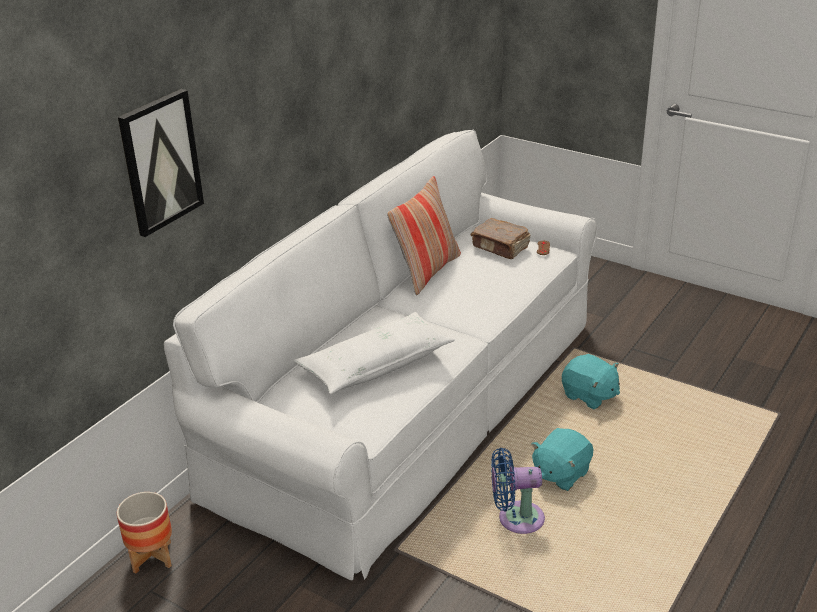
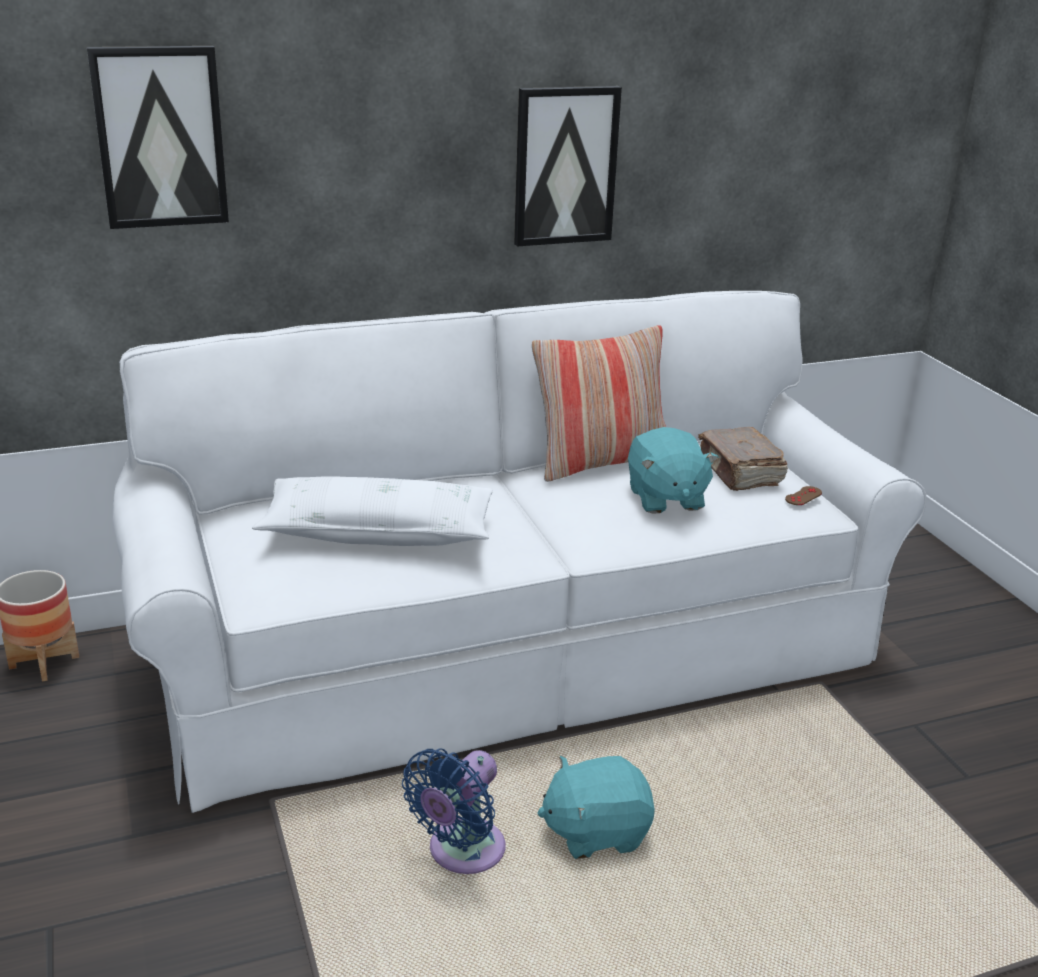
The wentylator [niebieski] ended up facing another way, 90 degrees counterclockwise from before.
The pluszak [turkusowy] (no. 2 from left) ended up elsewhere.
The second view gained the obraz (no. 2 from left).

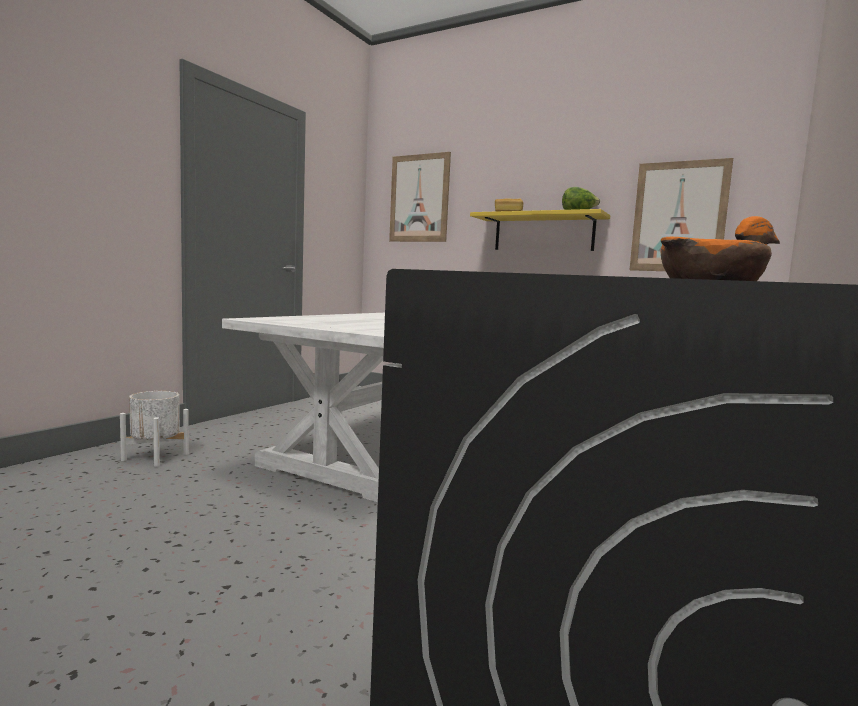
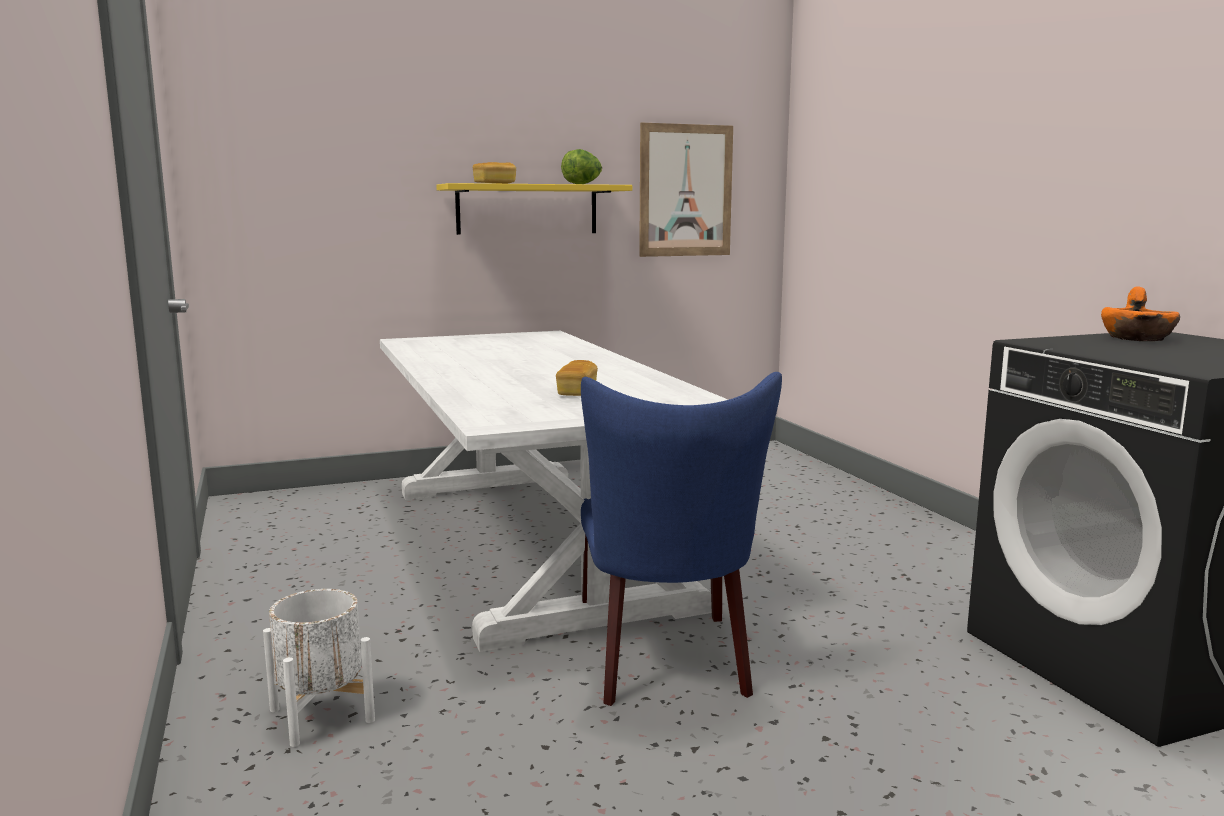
The second view lost the obraz (no. 1 from left).
The second view gained the chleb (no. 2 from left).
The second view gained the krzesło [niebieski].

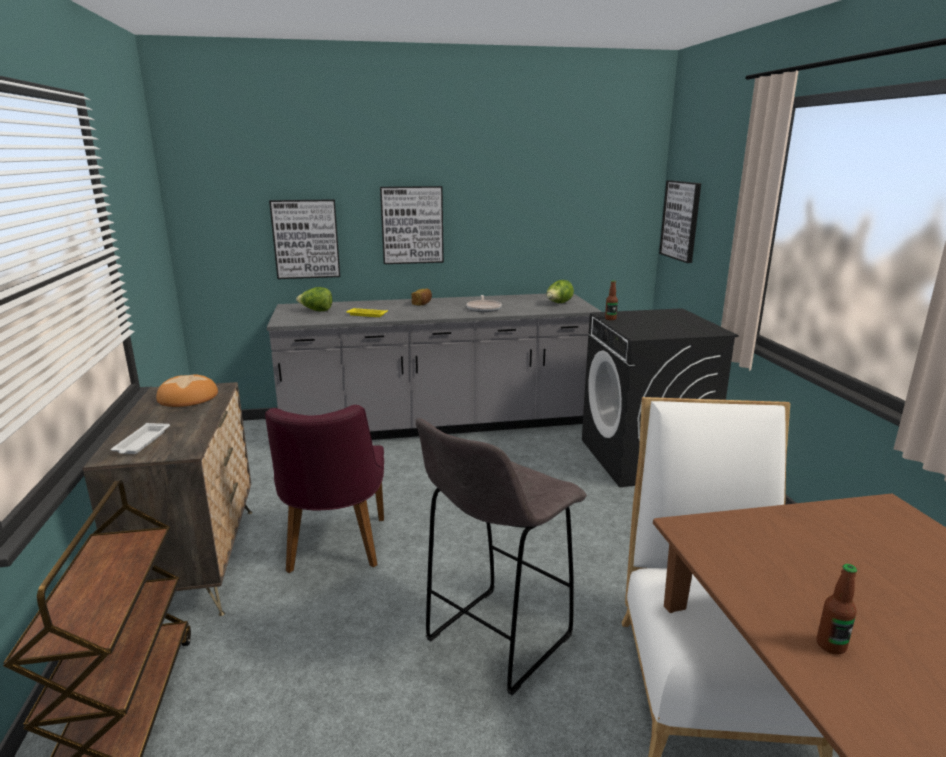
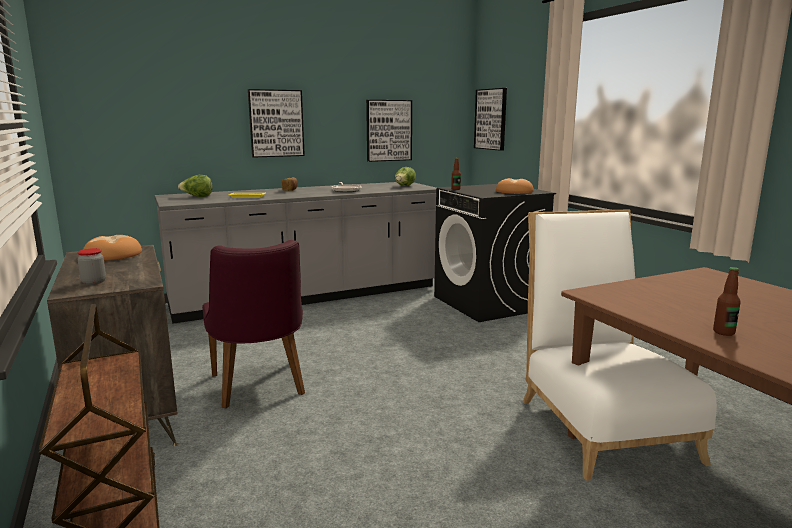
Where the taca [biały] stood, the słoik came to stand.
The obraz (no. 1 from left in the first image) ended up elsewhere.
The second view lost the stołek [szary].
The second view gained the chleb (no. 3 from left).

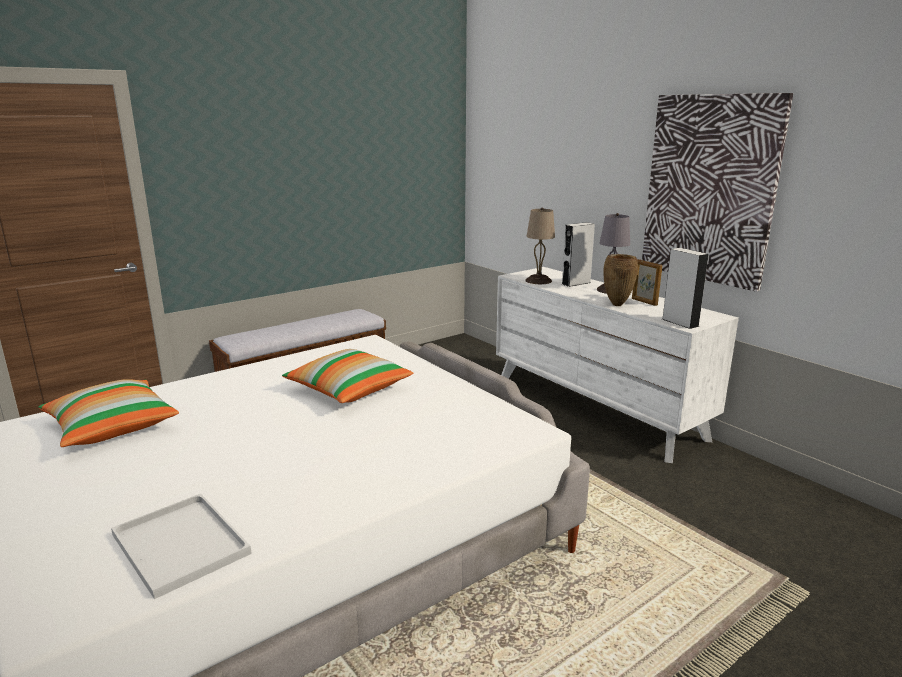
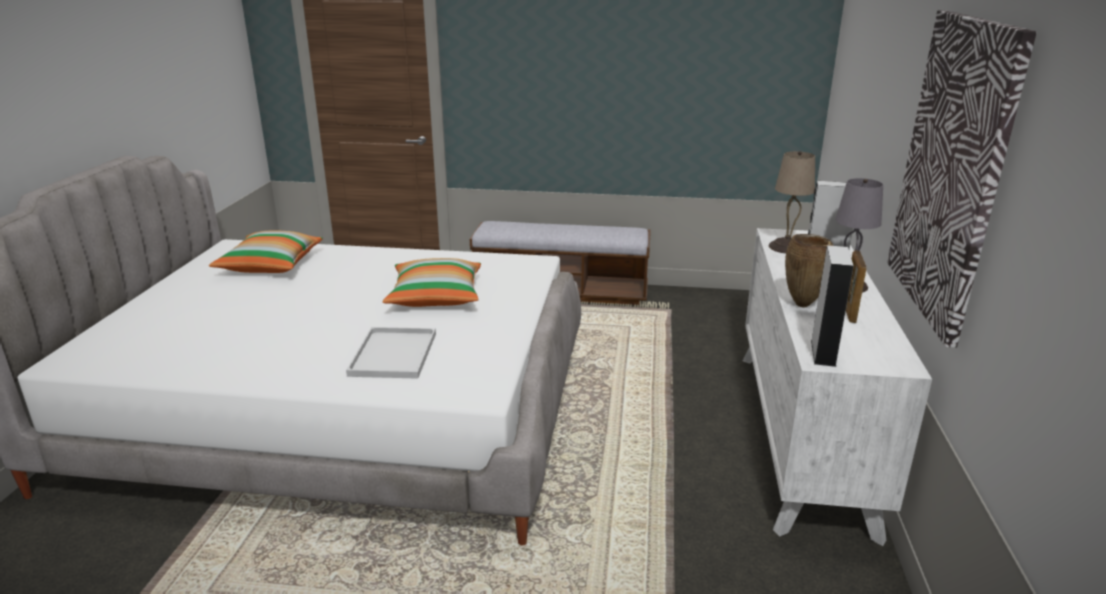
The taca [biały] ended up elsewhere.

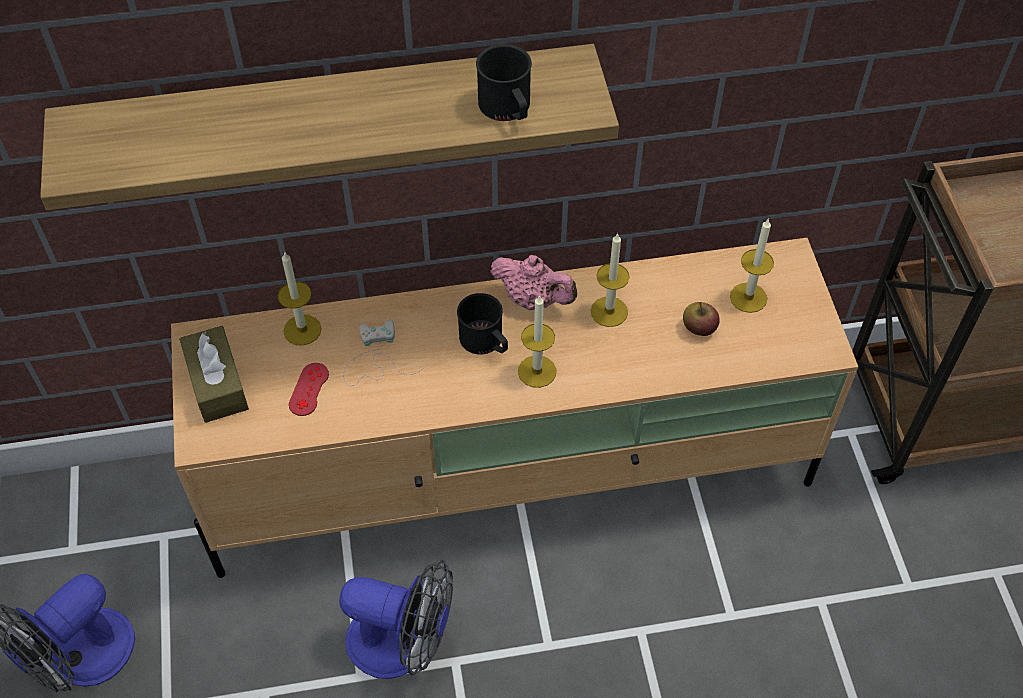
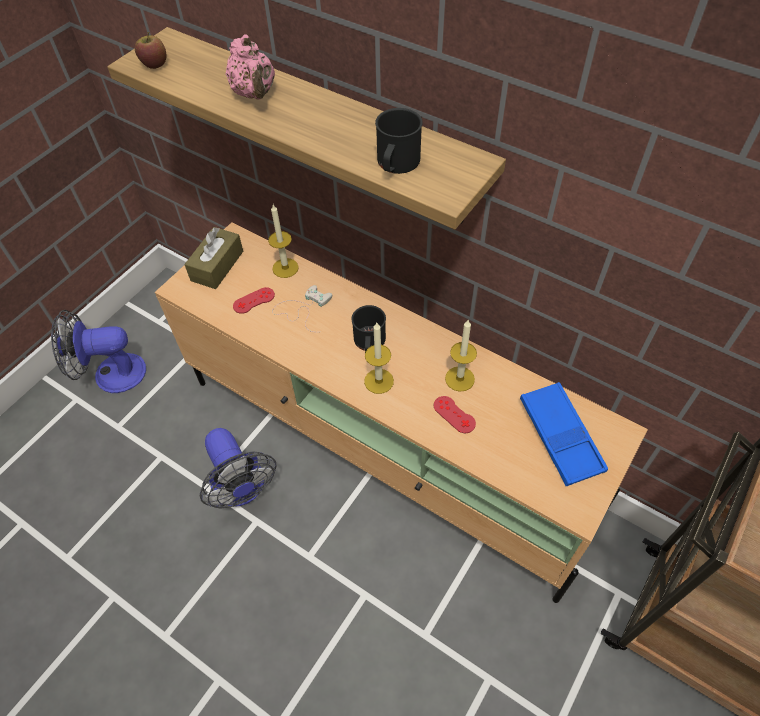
The imbryk [różowy] ended up elsewhere.
The jabłko ended up elsewhere.
Where the świeca (no. 4 from left) stood, the taca [niebieski] came to stand.
The second view gained the pad do gier [czerwony] (no. 2 from left).

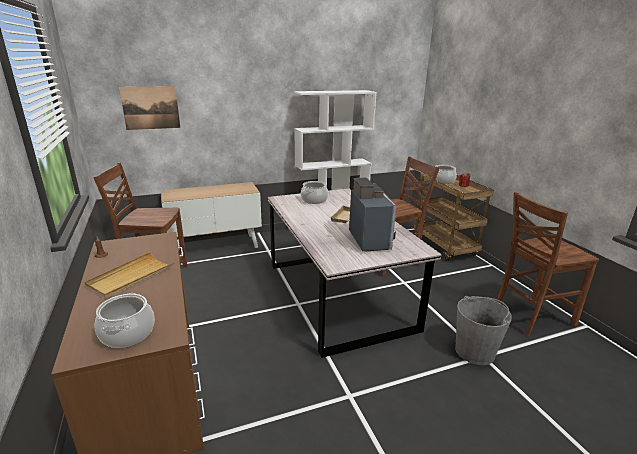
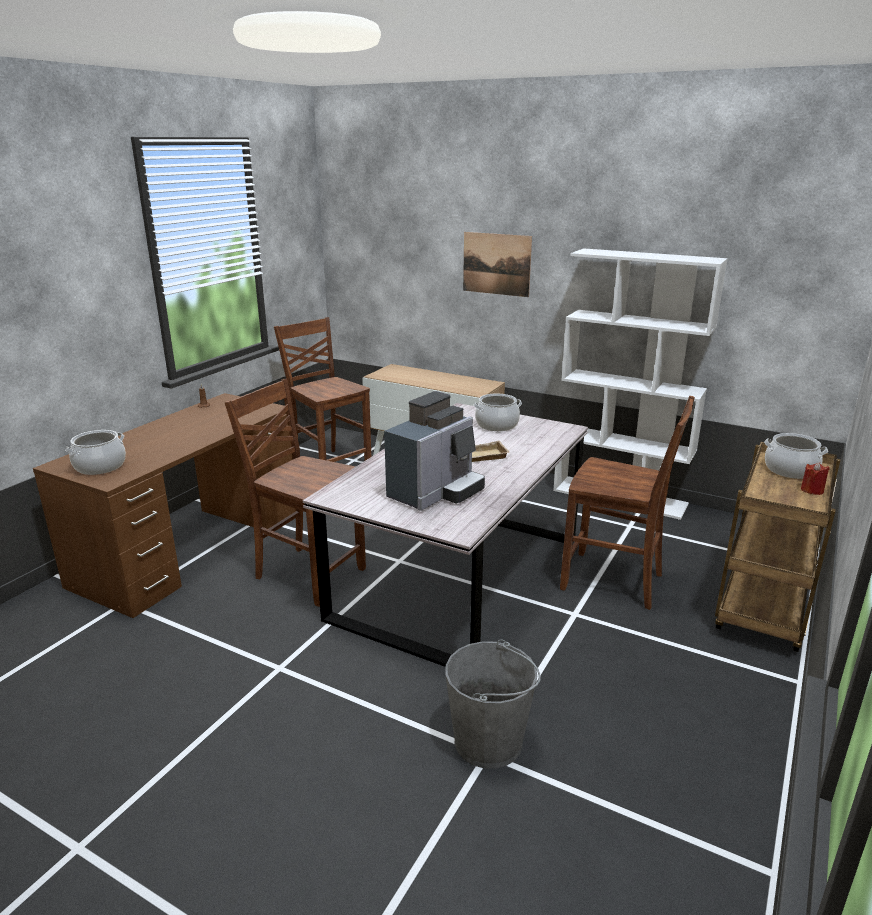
The second view lost the taca [beżowy] (no. 1 from left).
The obraz ended up elsewhere.
The krzesło [brązowy] (no. 3 from left in the first image) ended up elsewhere.

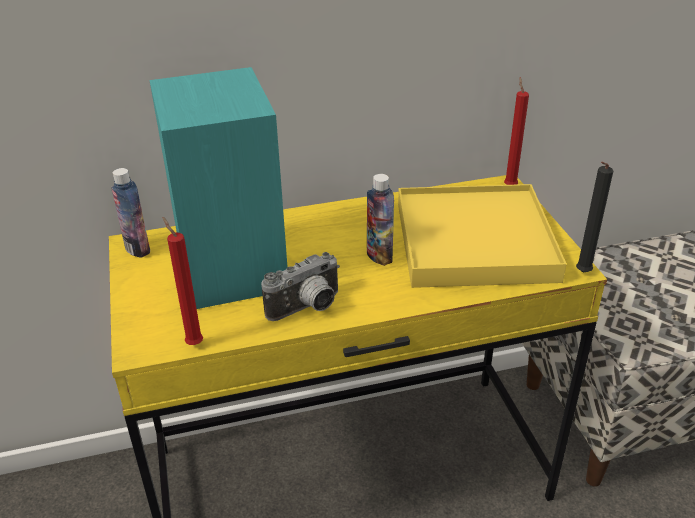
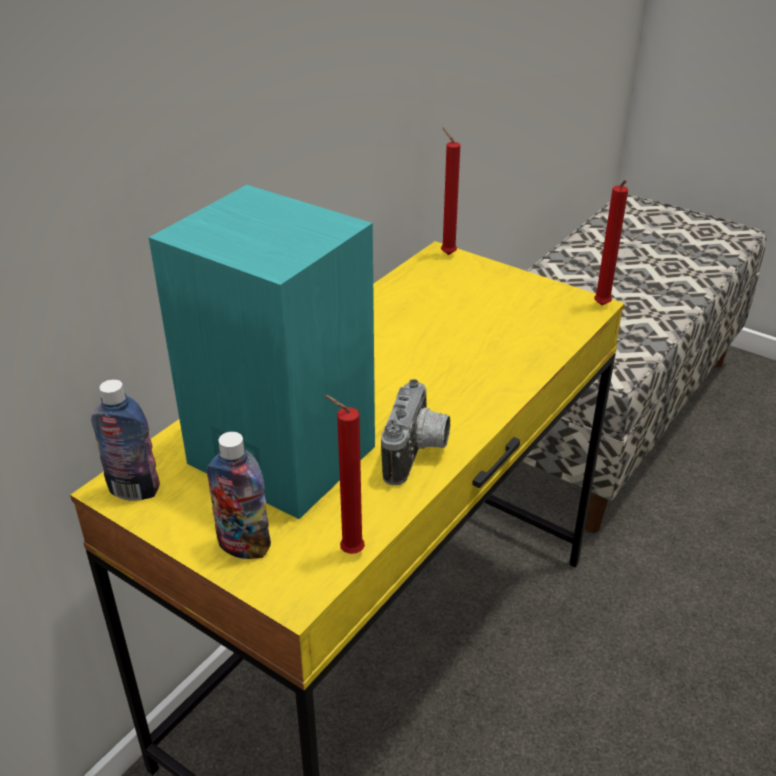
The butelka (no. 2 from left) ended up elsewhere.
The second view lost the taca [żółty].
What was the świeca [czarny] turned into the świeca [czerwony] (no. 3 from left).

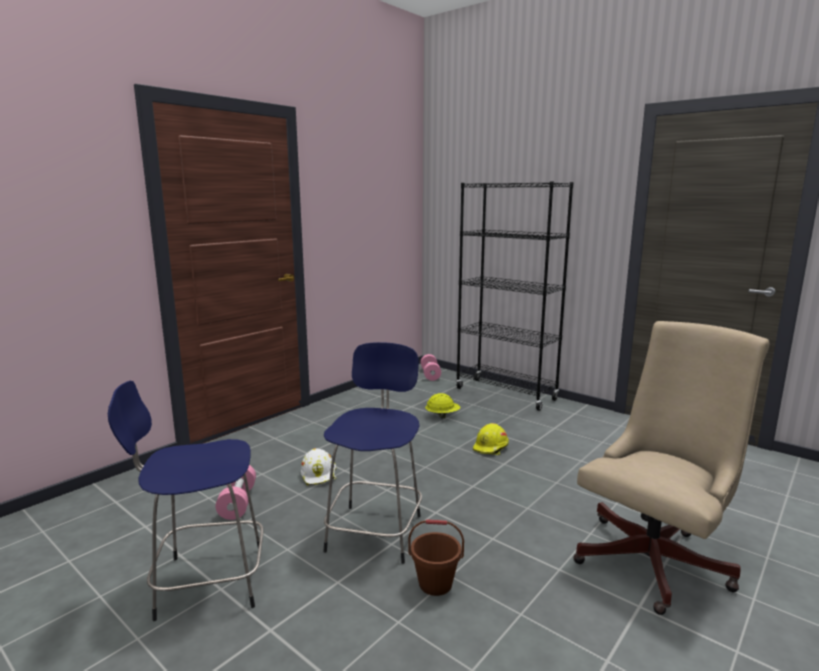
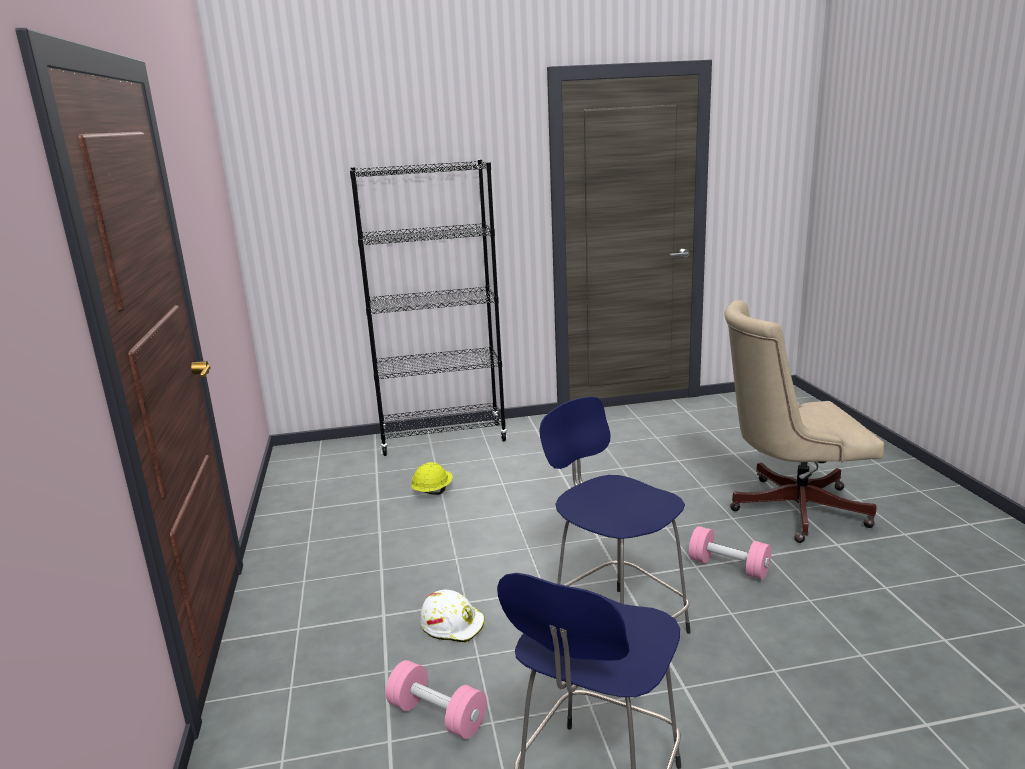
The second view lost the wiadro [brązowy].
The hantel [różowy] (no. 2 from left) ended up elsewhere.
The second view lost the kask [żółty] (no. 2 from left).
The krzesło biurowe [beżowy] ended up facing another way, 90 degrees counterclockwise from before.

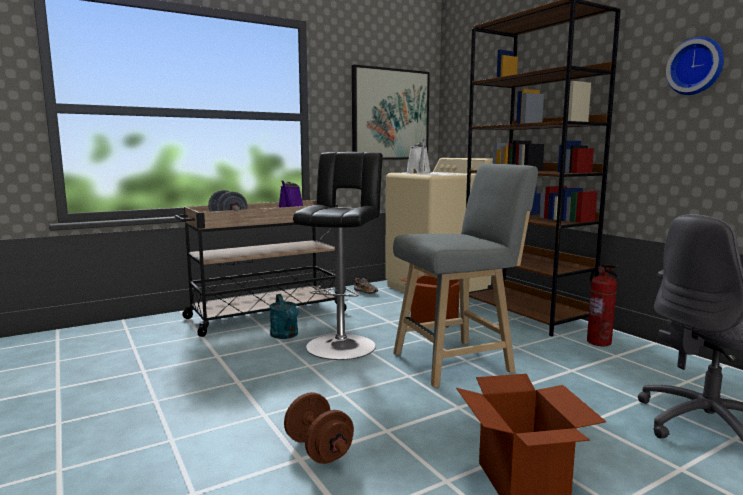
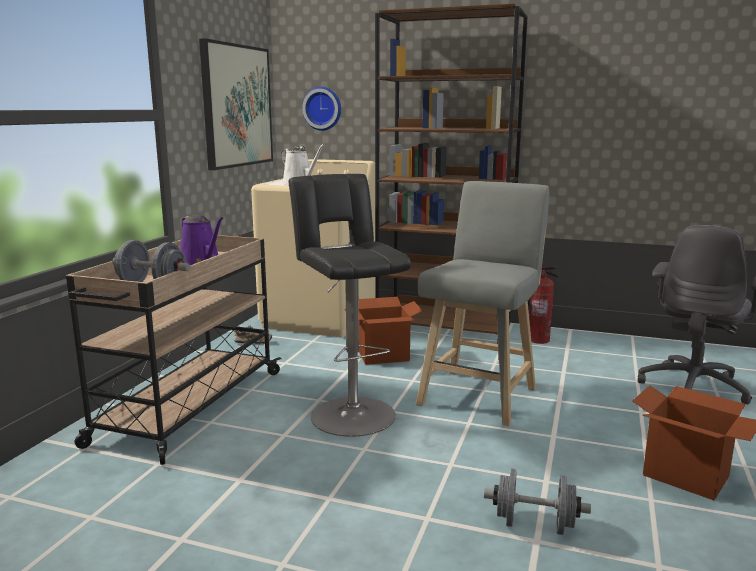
The second view lost the konewka [turkusowy].
What was the hantel [brązowy] turned into the hantel [szary] (no. 2 from left).
The zegar ścienny ended up elsewhere.

